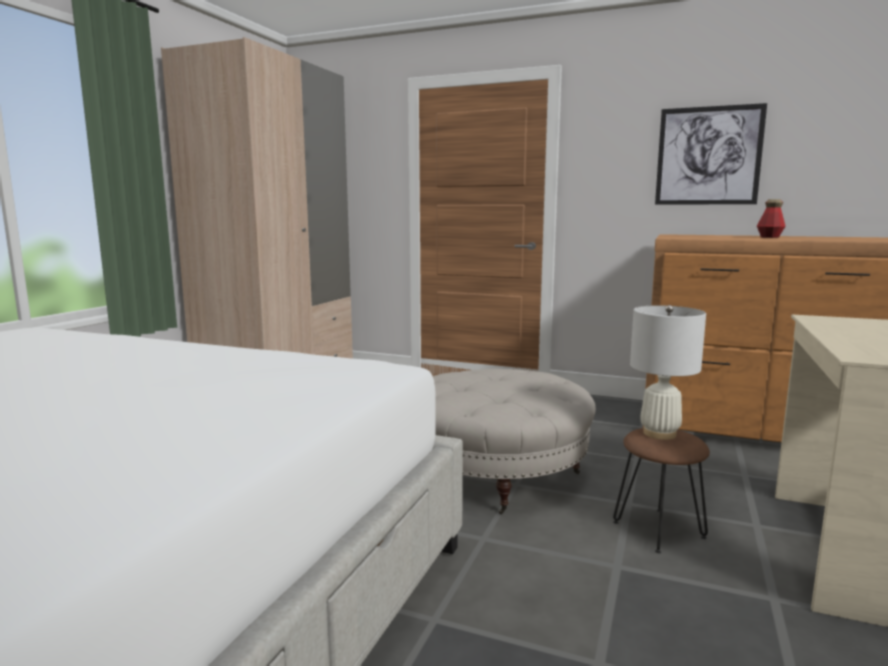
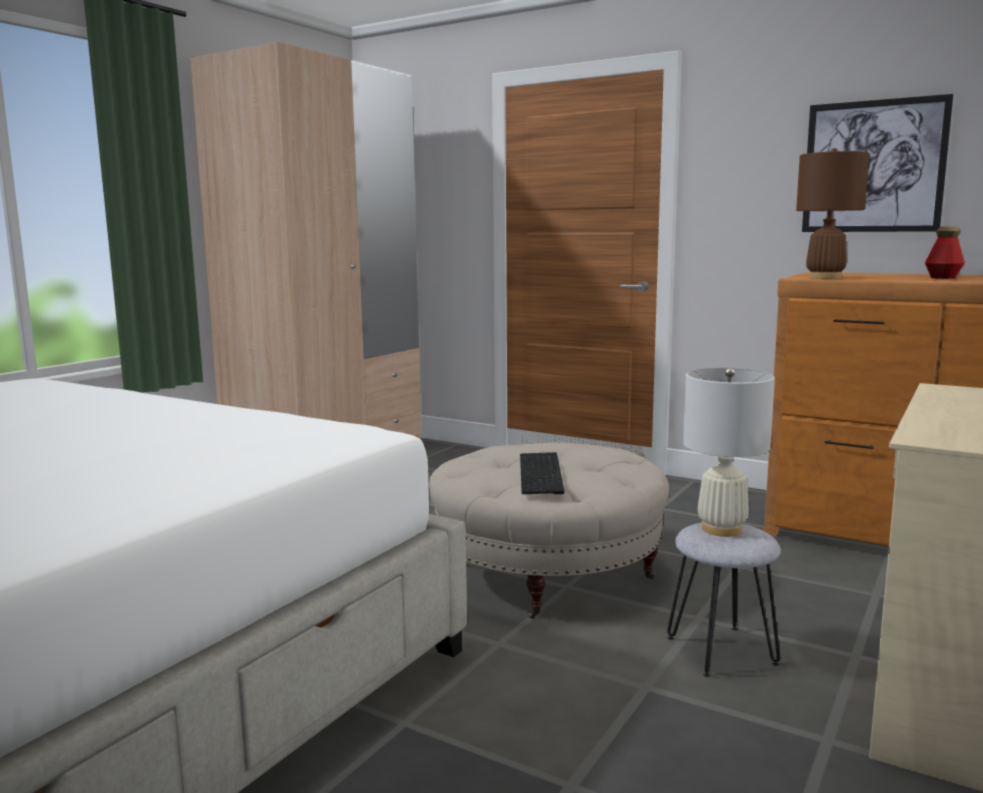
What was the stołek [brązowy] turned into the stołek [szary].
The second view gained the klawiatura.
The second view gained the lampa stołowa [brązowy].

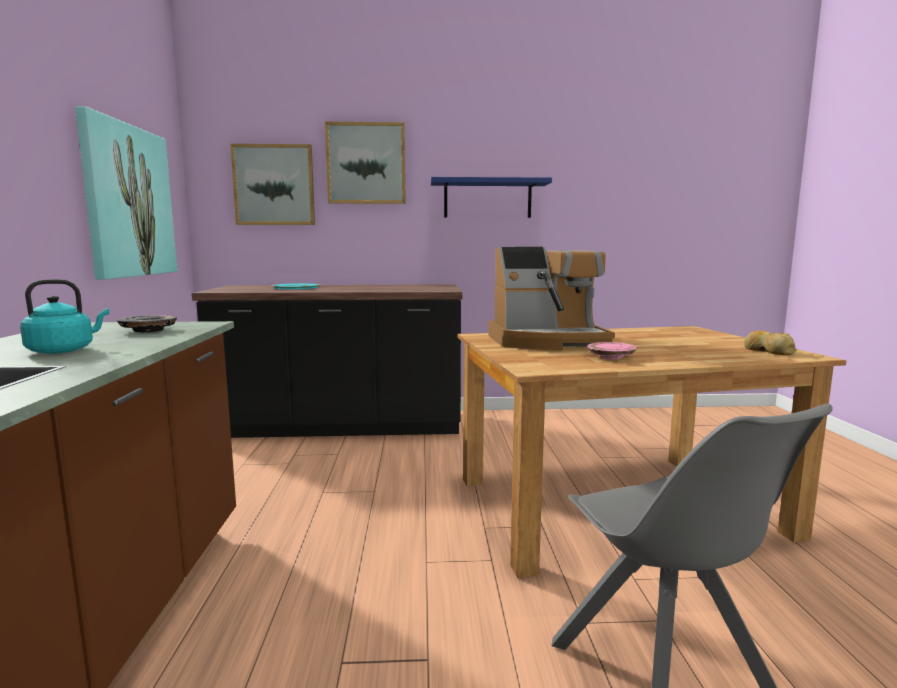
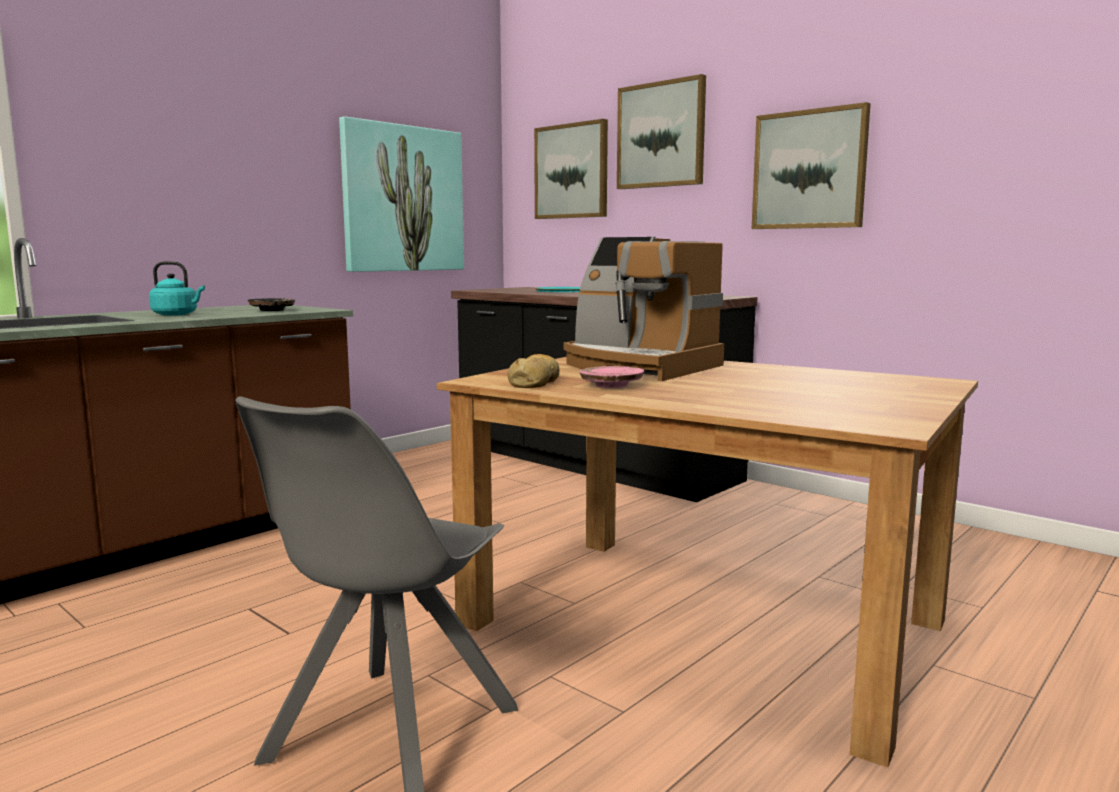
Where the półka [niebieski] hung, the obraz (no. 4 from left) came to hang.
The chleb ended up elsewhere.

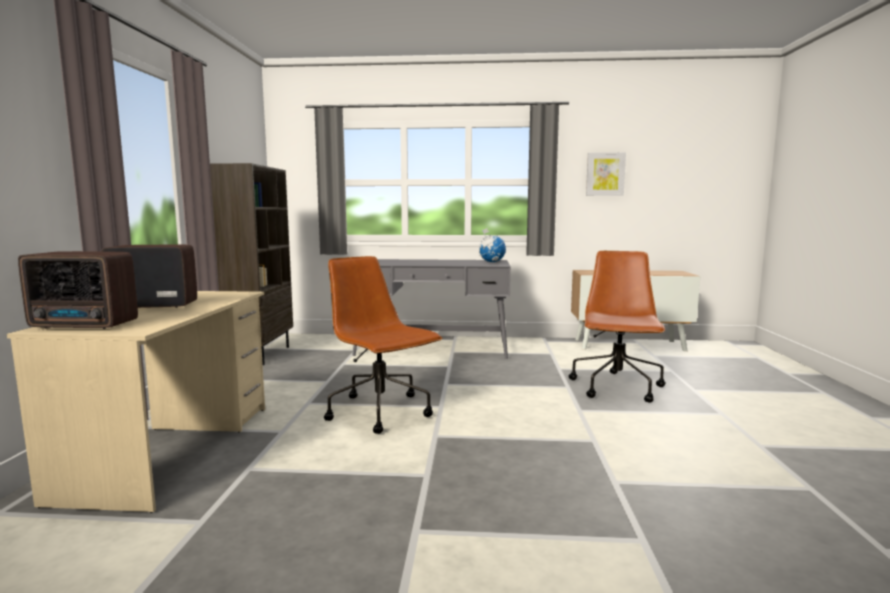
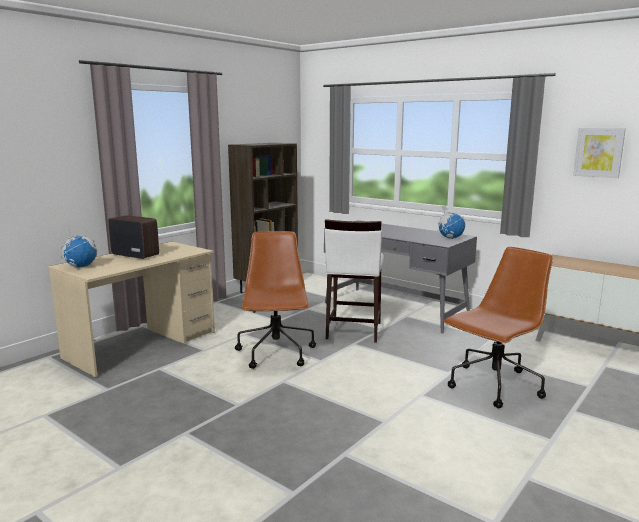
Where the radio (no. 1 from left) stood, the globus (no. 1 from left) came to stand.
The second view gained the stołek [biały].

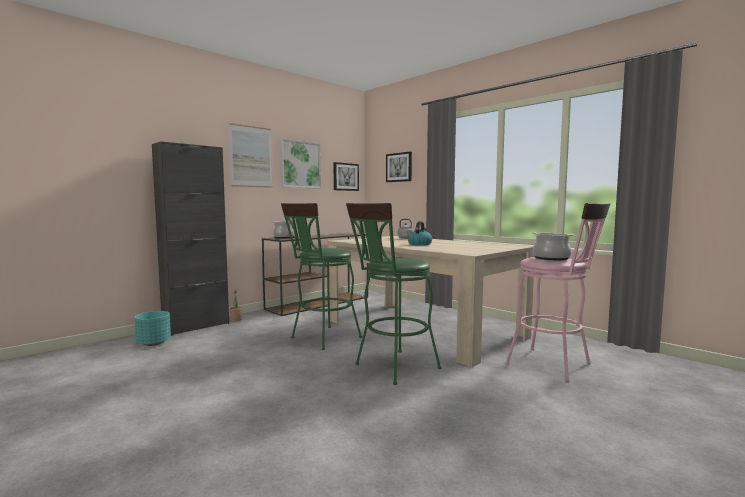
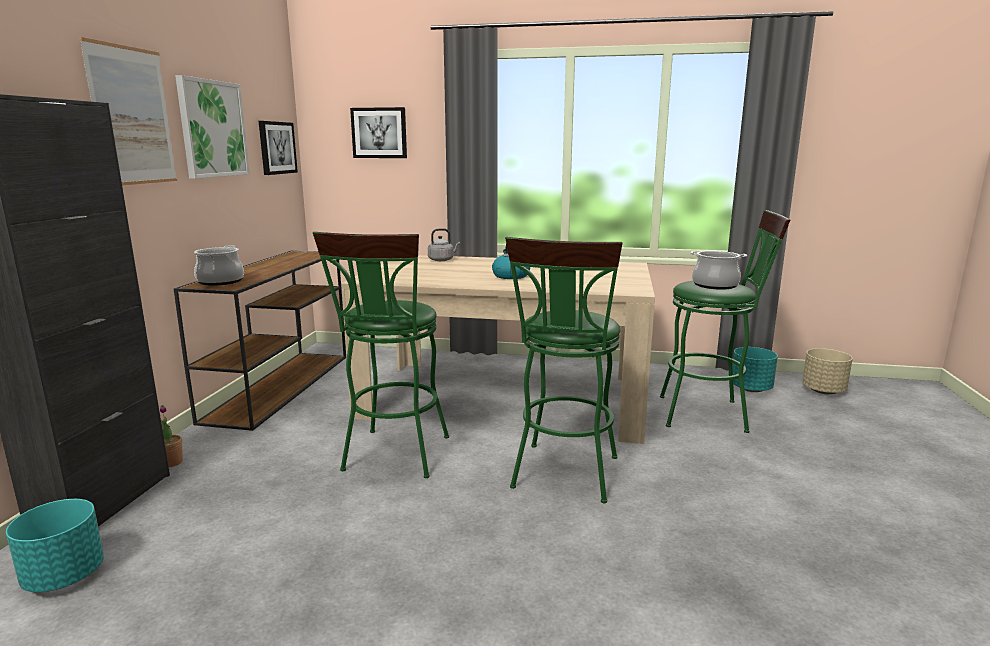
What was the stołek [różowy] turned into the stołek [zielony] (no. 3 from left).
The second view gained the donica [turkusowy] (no. 2 from left).
The second view gained the donica [beżowy].

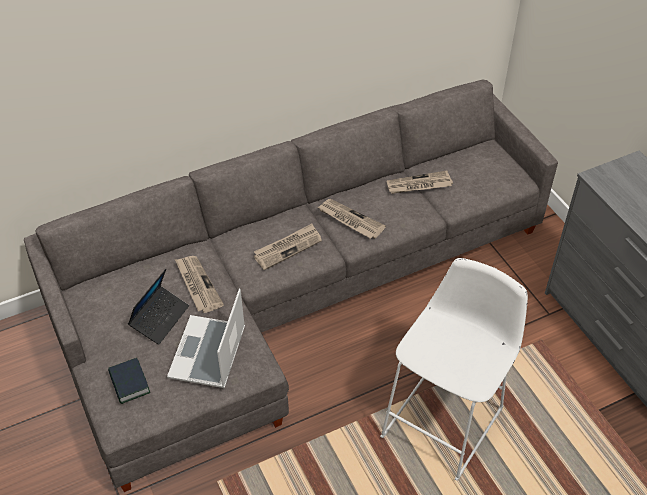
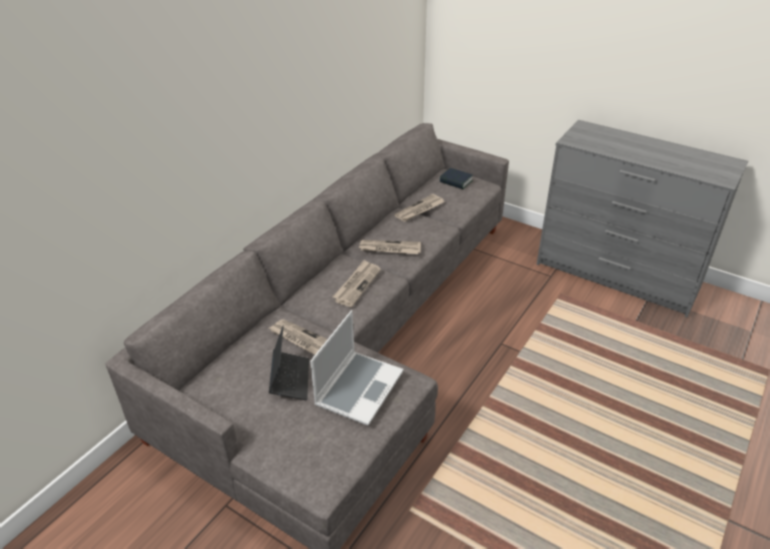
The książka ended up elsewhere.
The laptop (no. 2 from left) ended up facing another way, 135 degrees counterclockwise from before.
The second view lost the stołek [biały].

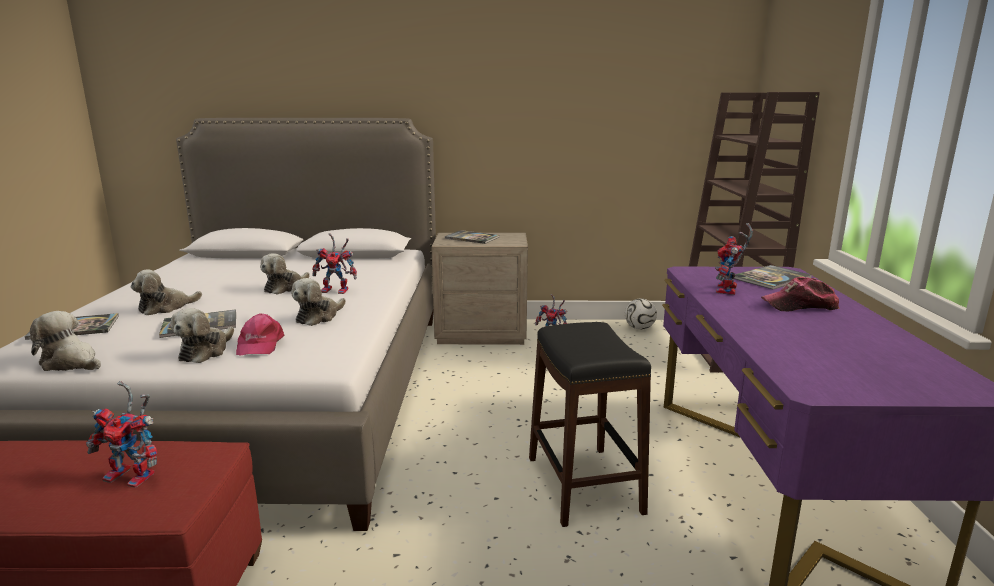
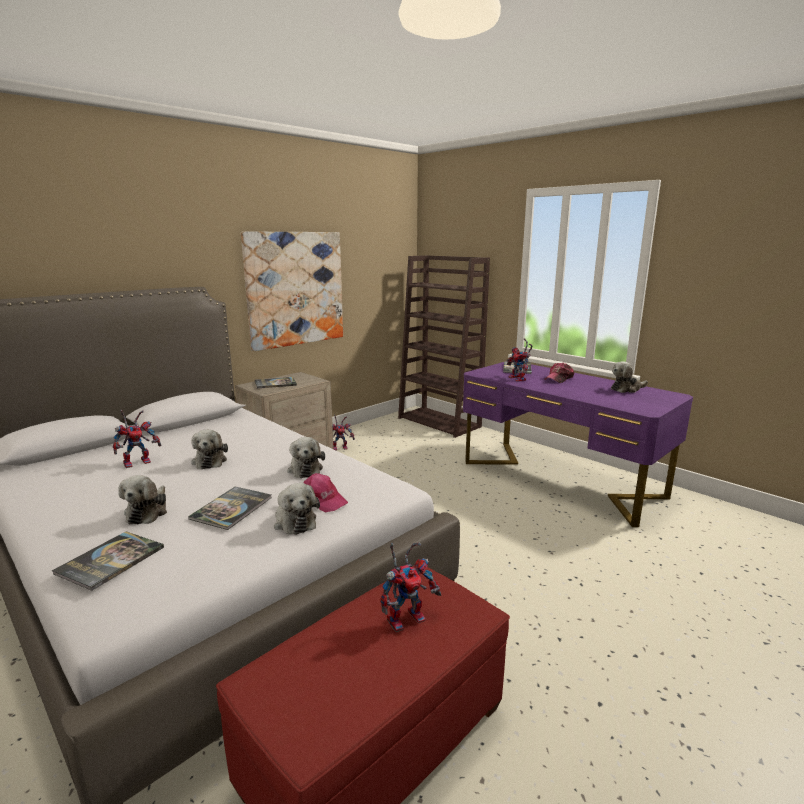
The pluszak (no. 1 from left in the first image) ended up elsewhere.
The robot zabawkowy (no. 2 from left in the first image) ended up elsewhere.
The second view lost the stołek [czarny].
The second view lost the piłka futbolowa.
The second view gained the obraz.

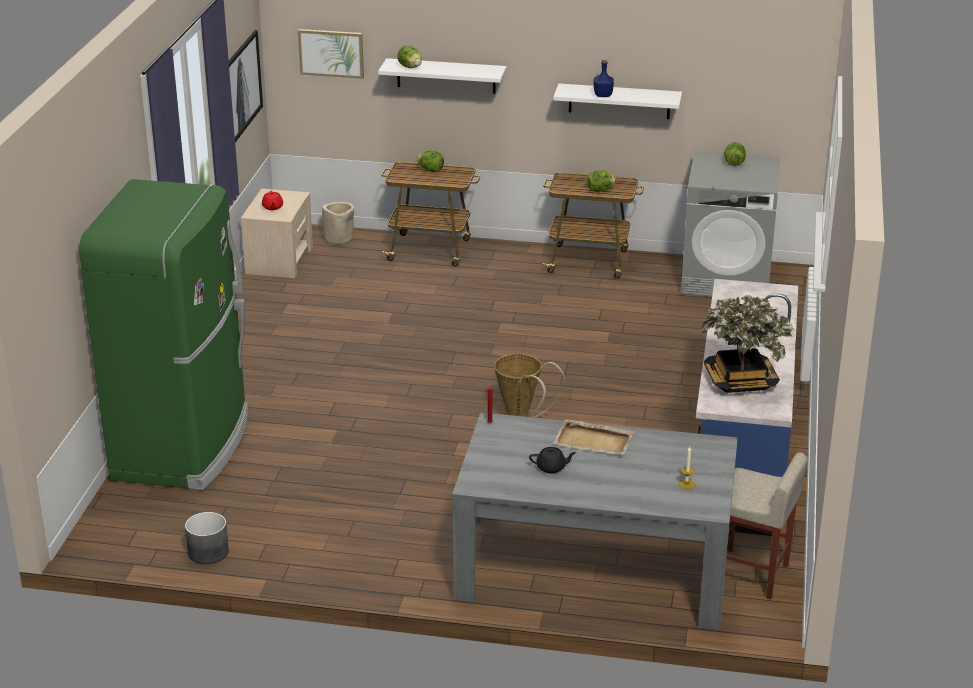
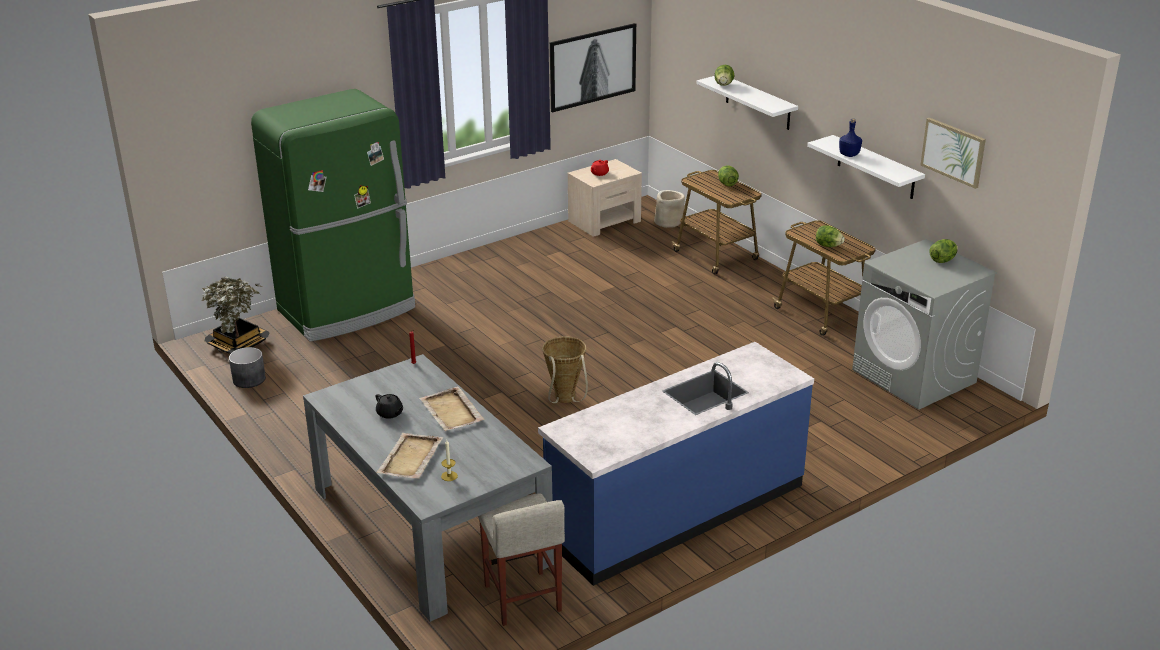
The obraz (no. 2 from left) ended up elsewhere.
The roślina doniczkowa ended up elsewhere.
The second view gained the taca [beżowy] (no. 1 from left).

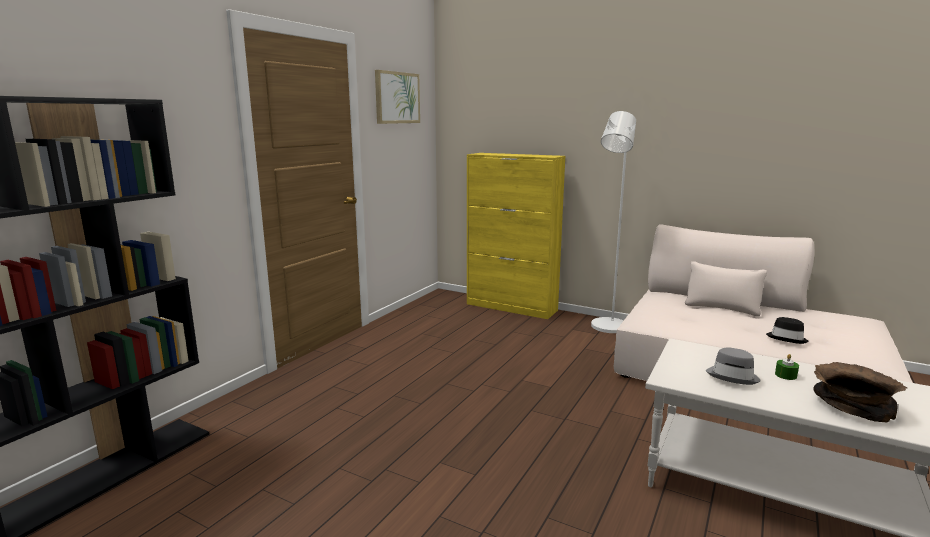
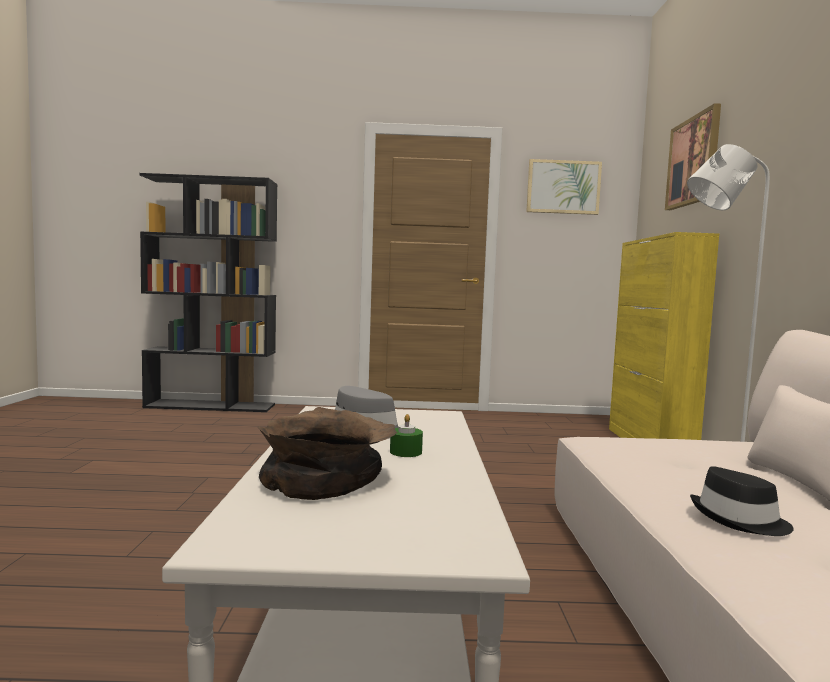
The second view gained the obraz (no. 2 from left).

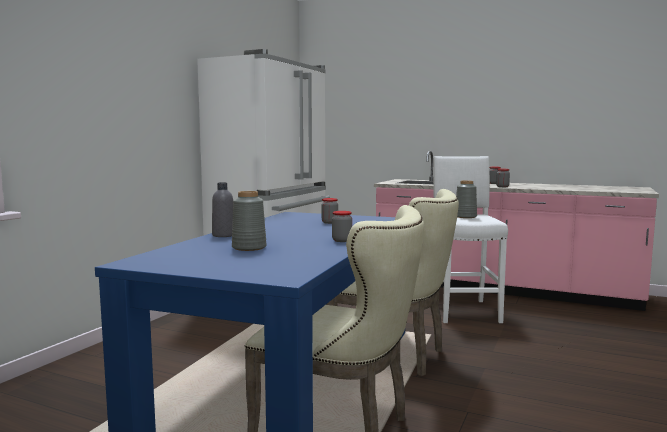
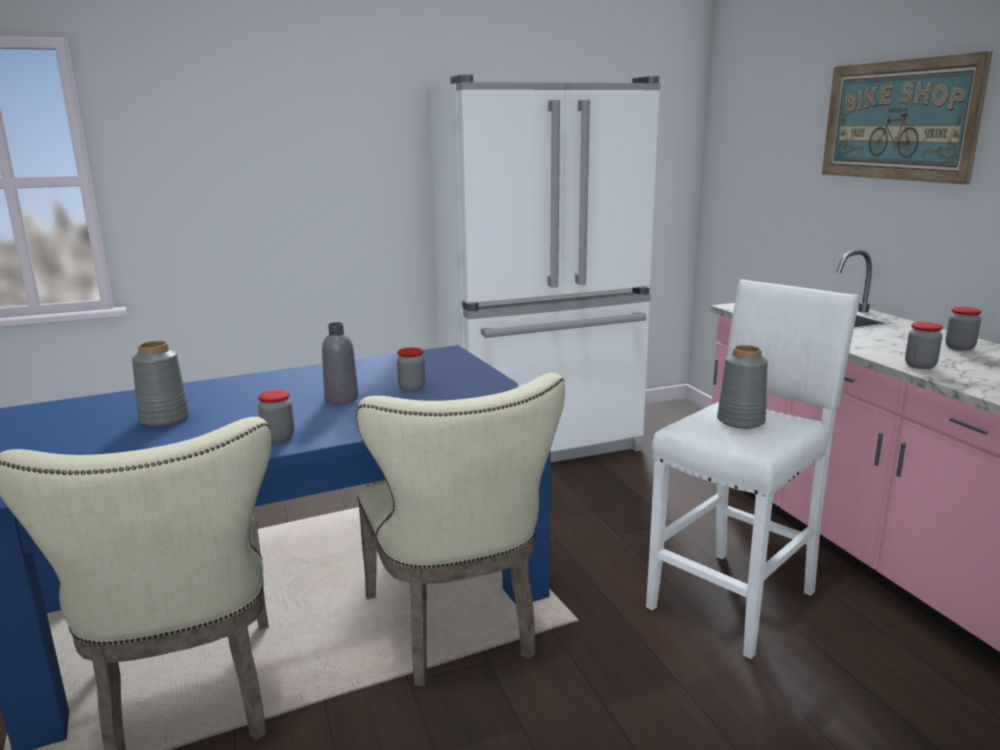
The butelka [szary] ended up elsewhere.
The second view gained the obraz.

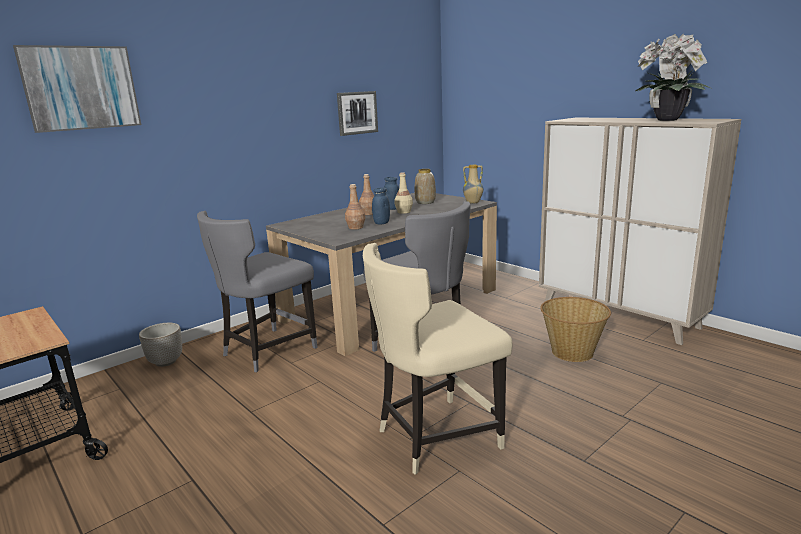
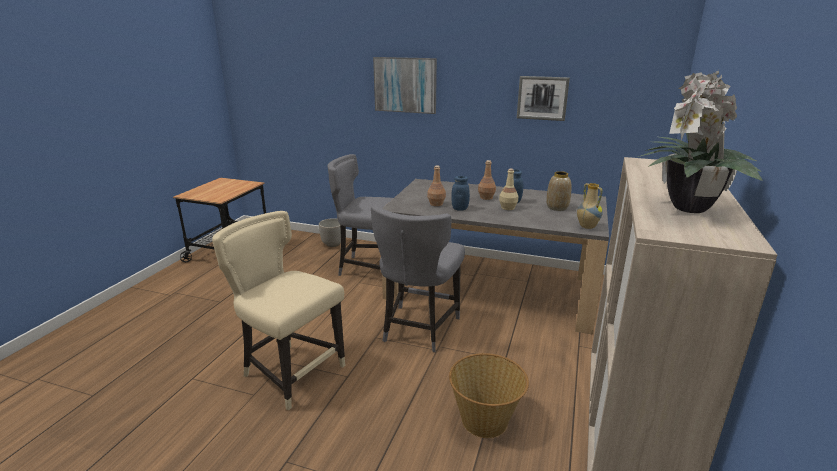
The obraz (no. 1 from left) ended up elsewhere.

